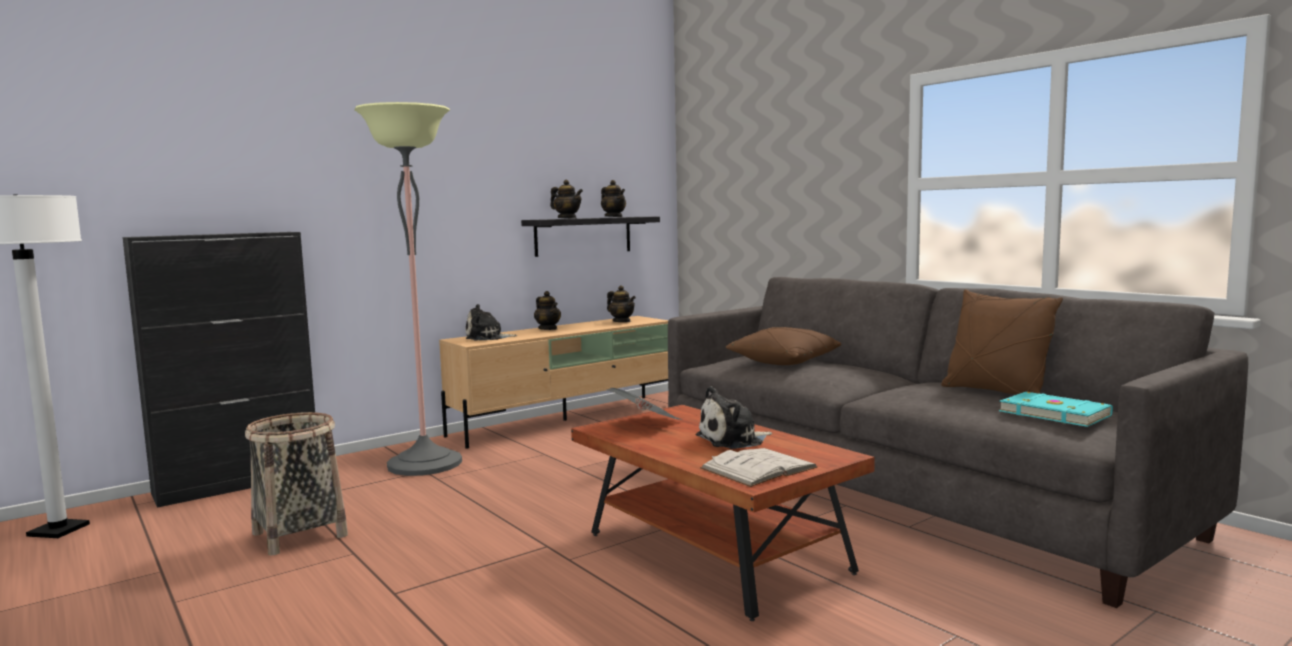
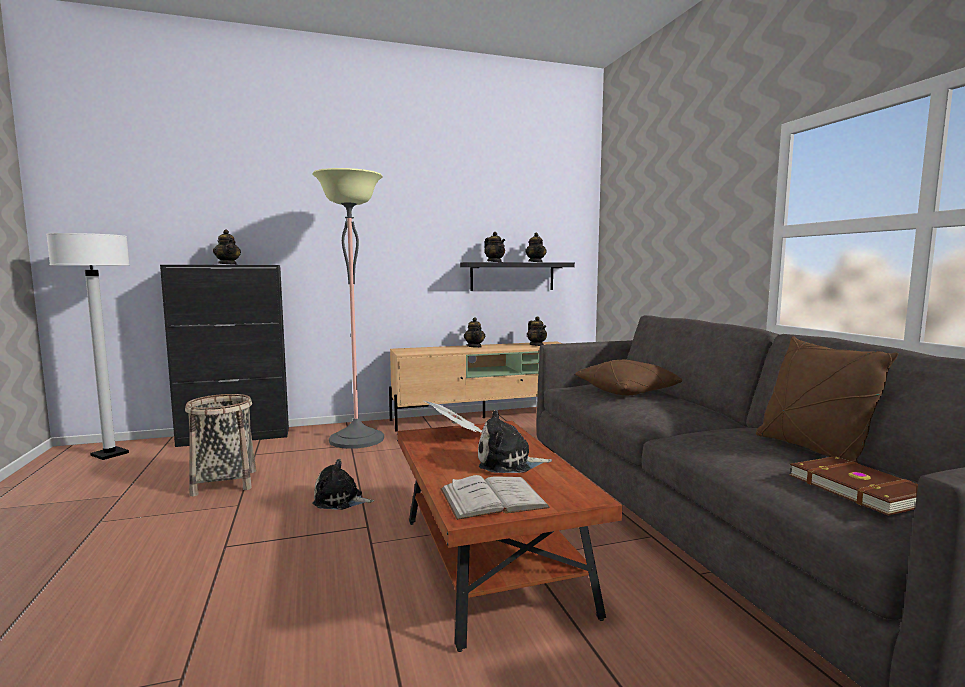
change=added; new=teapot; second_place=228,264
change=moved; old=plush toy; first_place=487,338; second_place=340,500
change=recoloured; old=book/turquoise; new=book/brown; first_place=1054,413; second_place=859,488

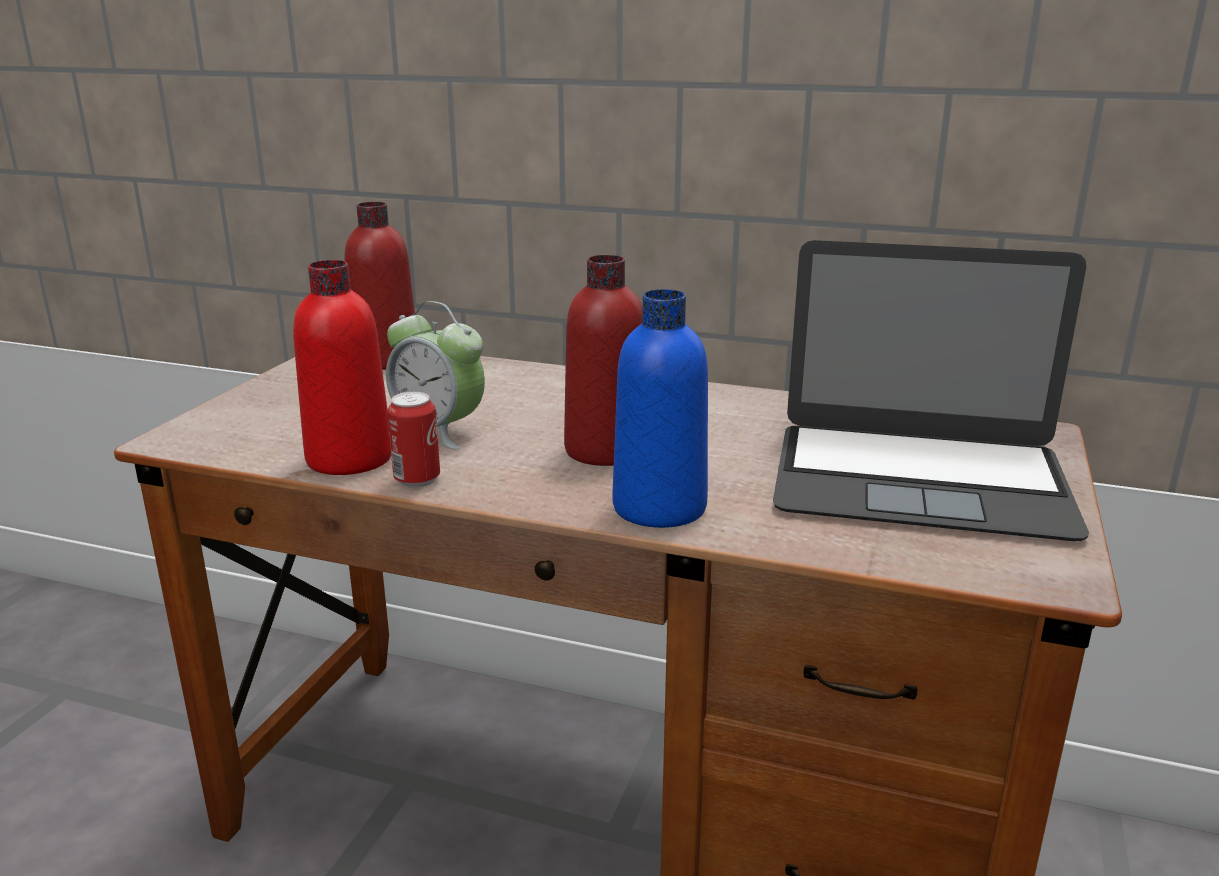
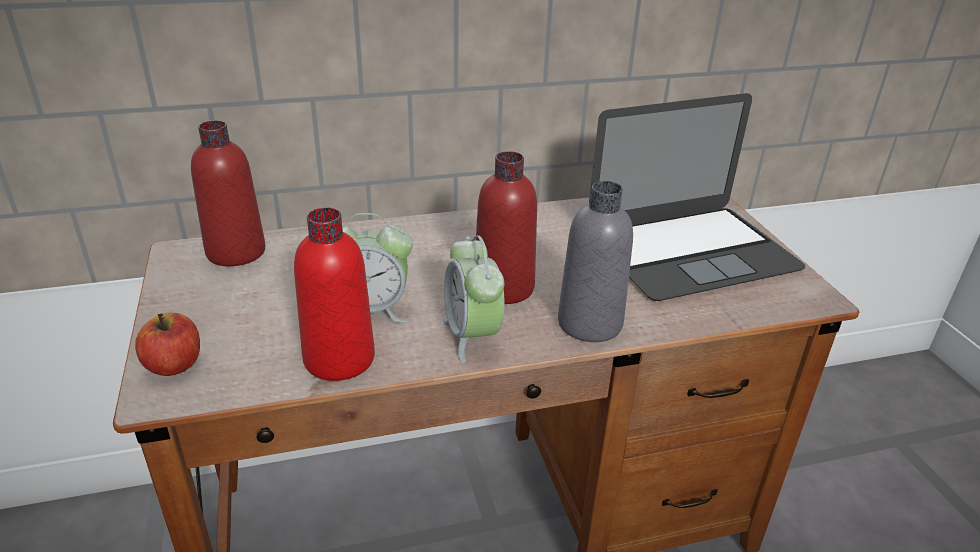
change=removed; old=can; first_place=417,480
change=added; new=apple; second_place=174,365
change=added; new=alarm clock; second_place=472,336
change=recoloured; old=bottle/blue; new=bottle/grey; first_place=659,507; second_place=589,323

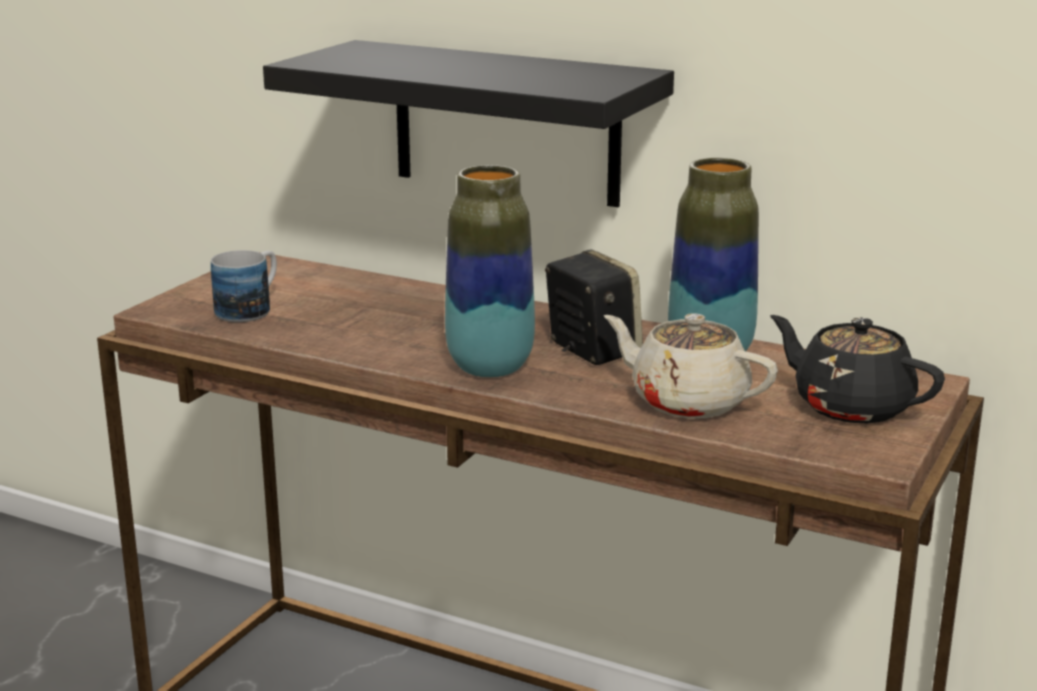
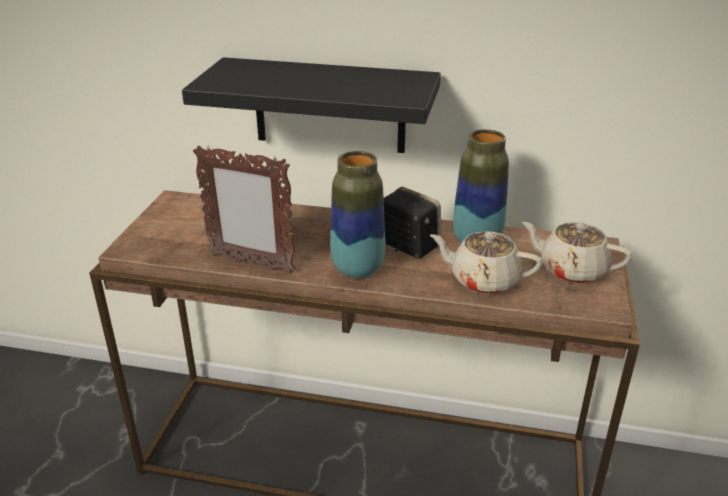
change=removed; old=mug; first_place=251,309
change=added; new=picture frame; second_place=251,263
change=recoloured; old=teapot/black; new=teapot/beige; first_place=850,406; second_place=571,270

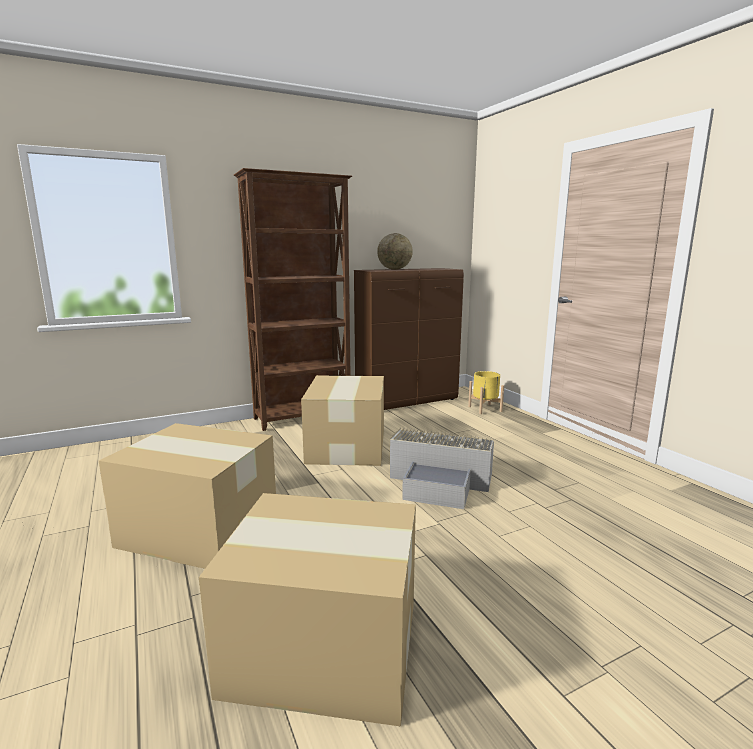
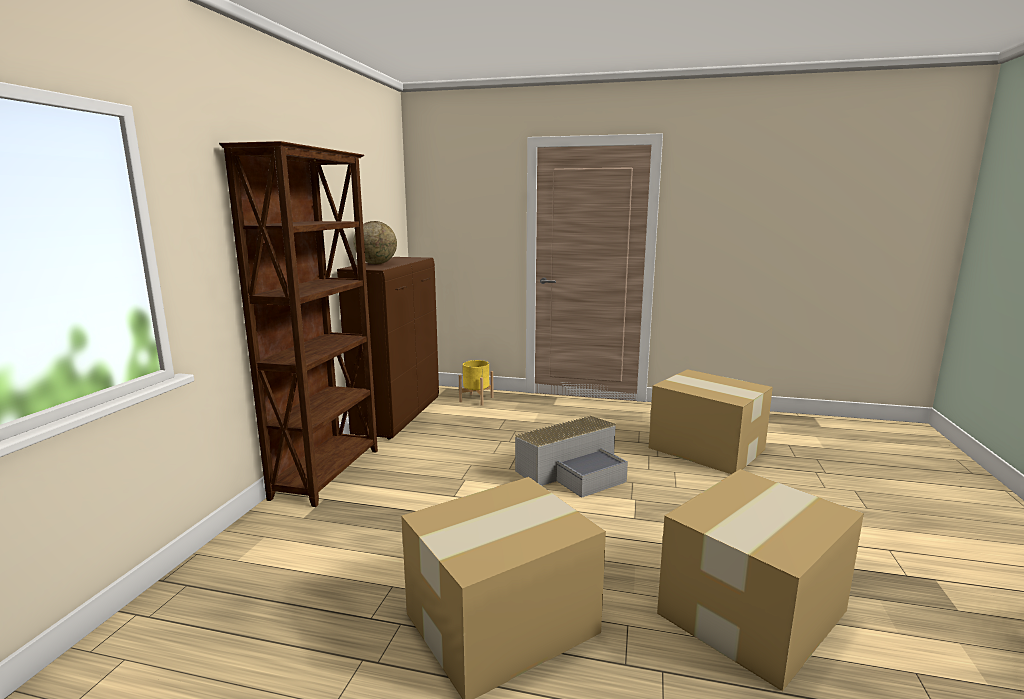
change=moved; old=cardboard box; first_place=347,446; second_place=705,448

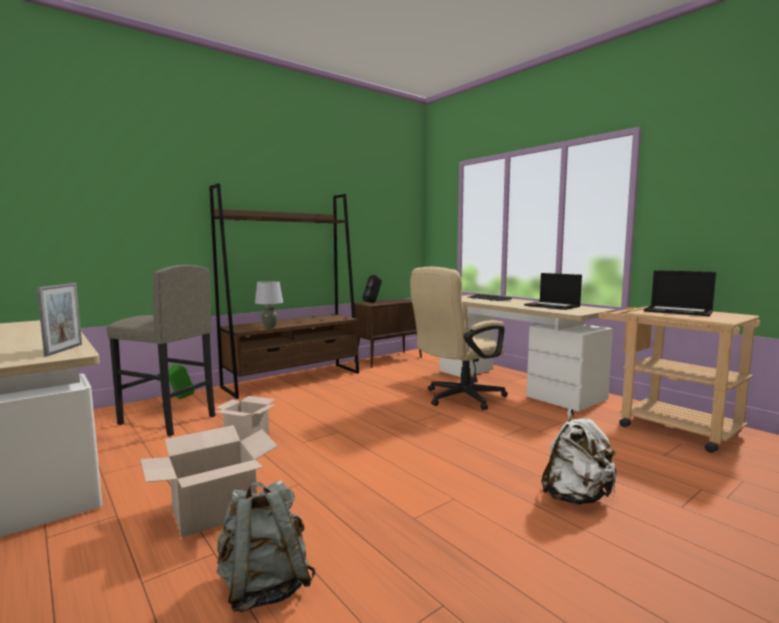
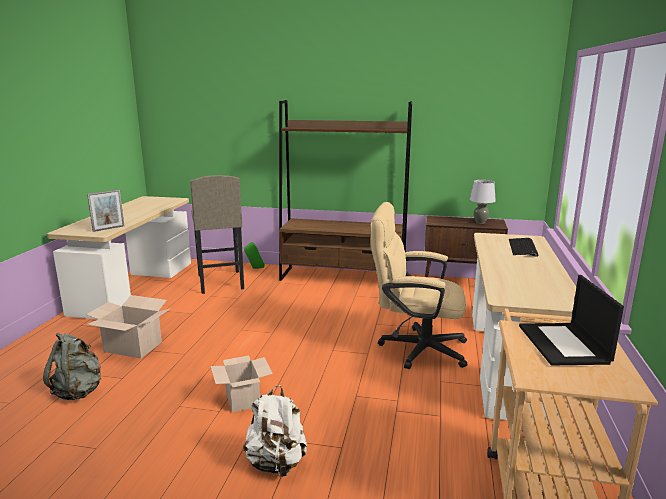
change=removed; old=speaker/black; first_place=373,302
change=removed; old=laptop; first_place=552,306
change=moved; old=cardboard box; first_place=248,437; second_place=243,400
change=moved; old=table lamp/grey; first_place=269,327; second_place=480,222

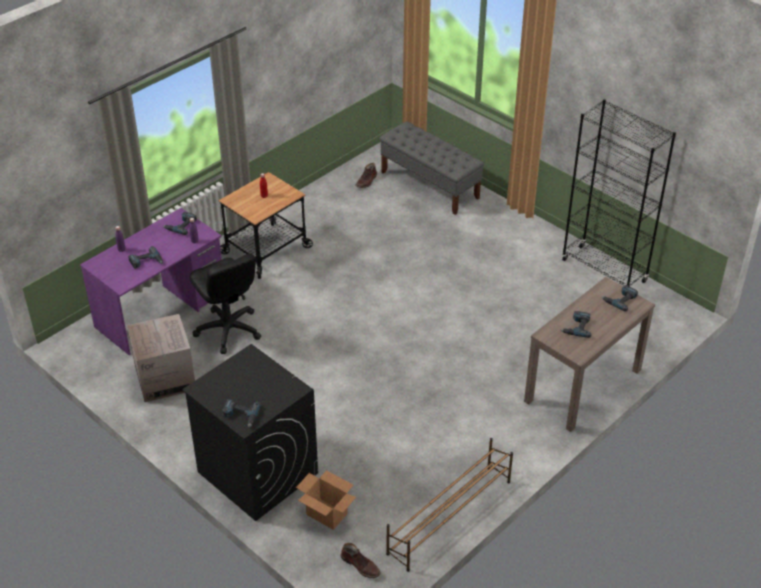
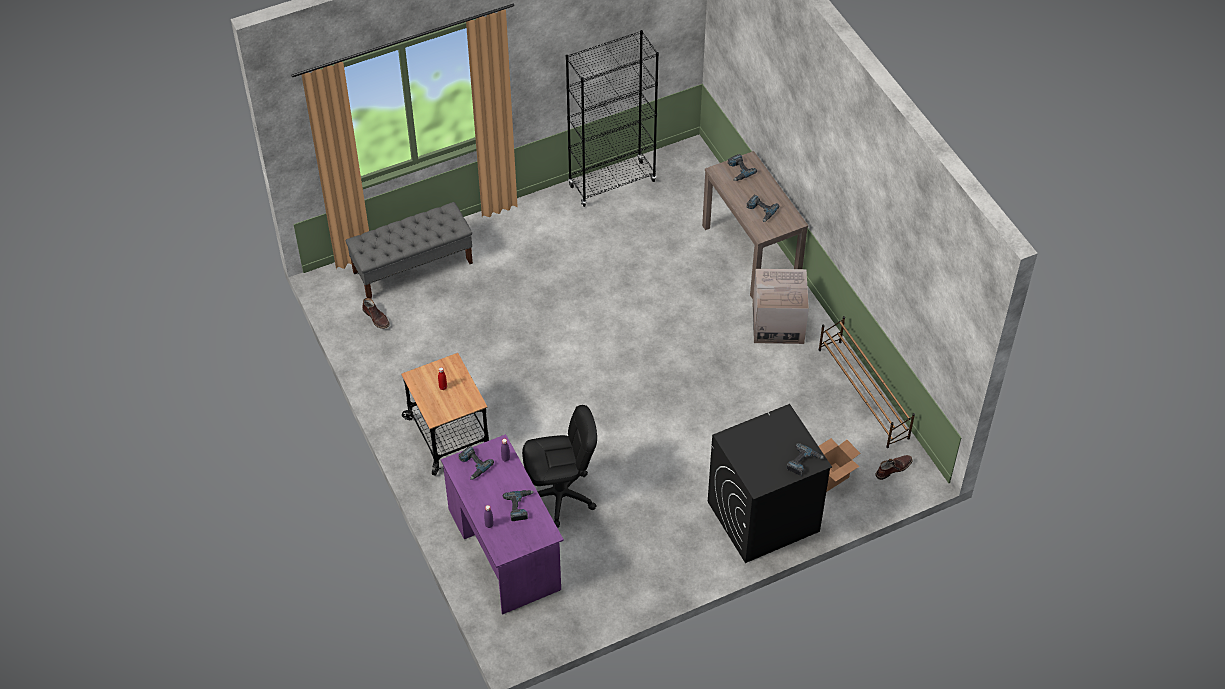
change=moved; old=cardboard box; first_place=165,378; second_place=778,323

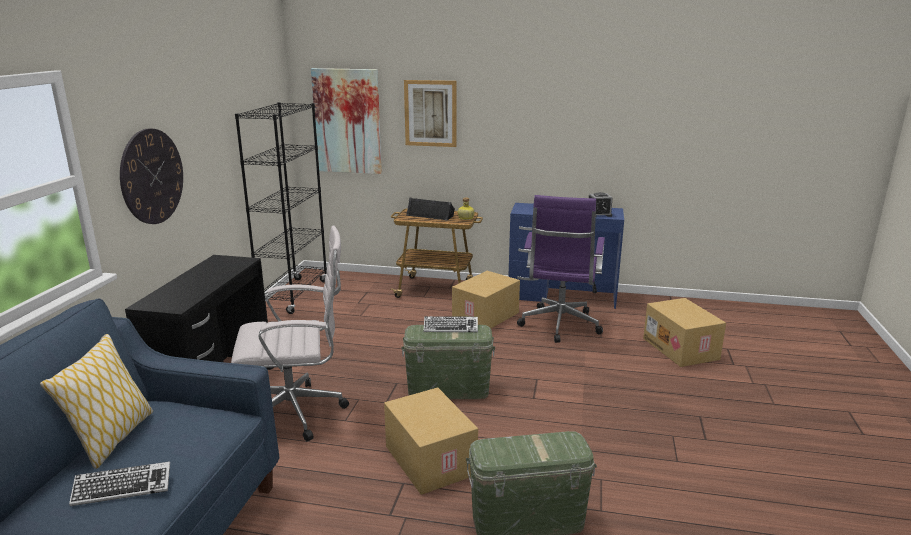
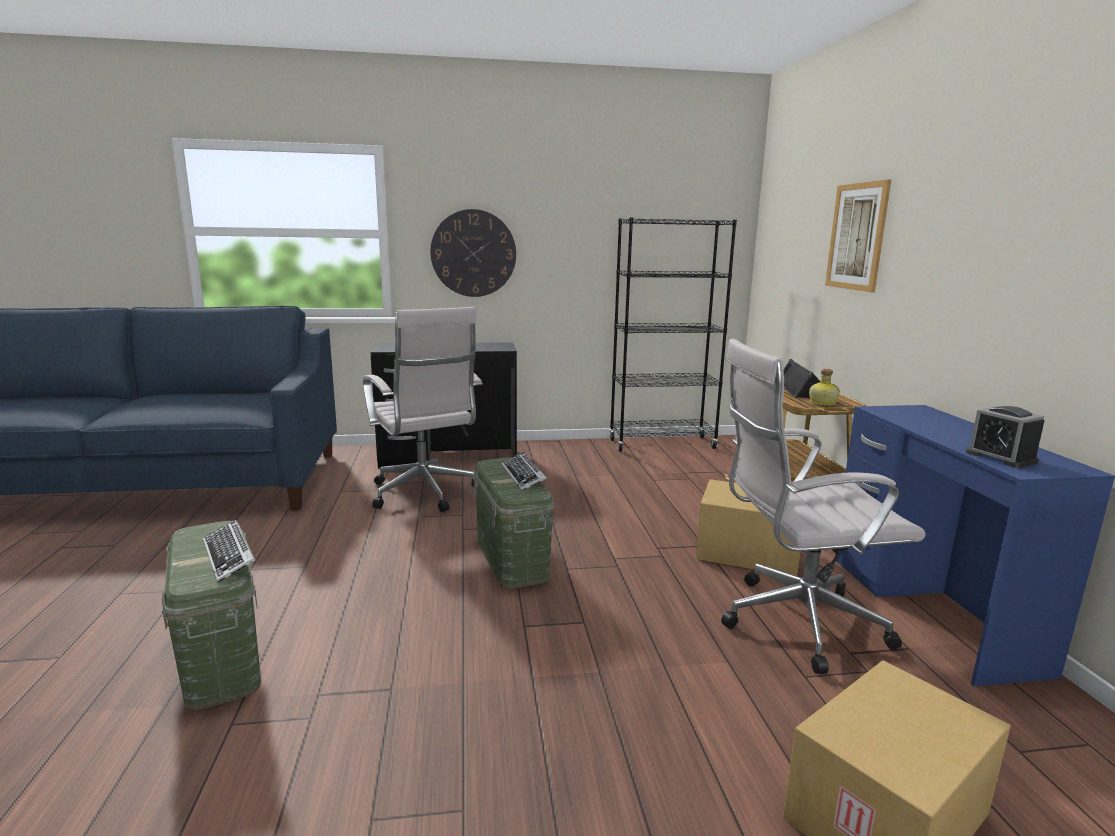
change=removed; old=pillow; first_place=112,439
change=removed; old=picture; first_place=347,121
change=removed; old=cardboard box; first_place=428,460
change=moved; old=keyboard; first_place=122,488; second_place=229,556
change=recoloured; old=office chair/purple; new=office chair/white; first_place=559,326; second_place=794,622

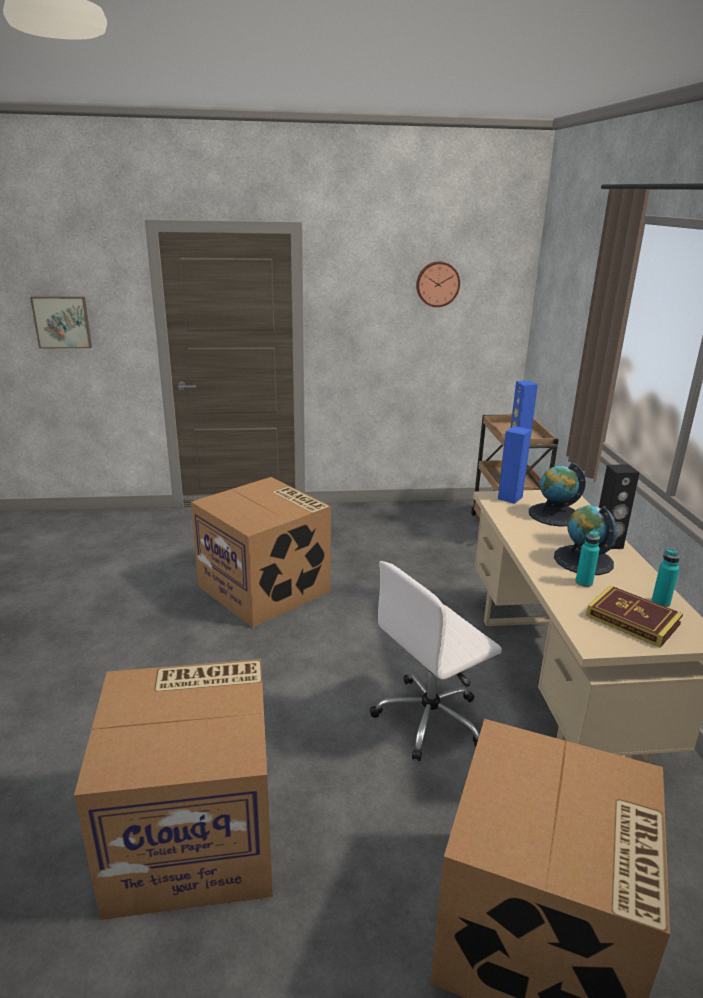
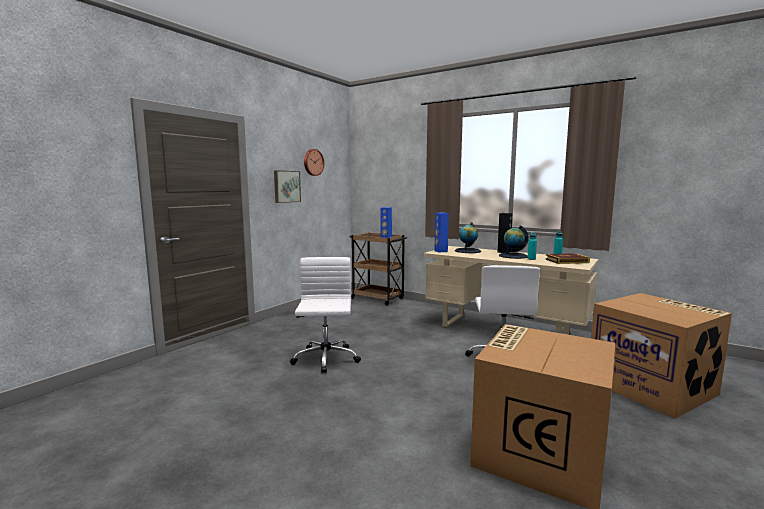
change=moved; old=picture; first_place=62,322; second_place=286,186
change=replaced; old=cardboard box; new=office chair/white; first_place=266,588; second_place=325,359

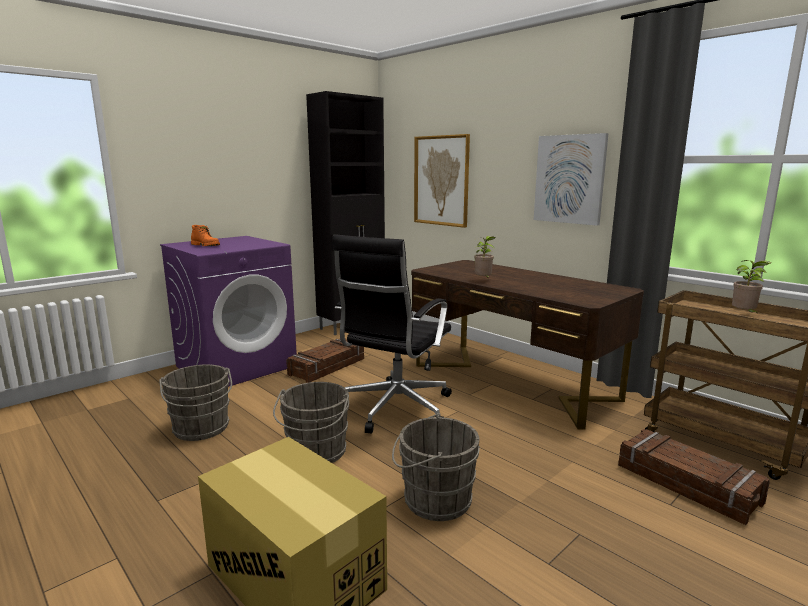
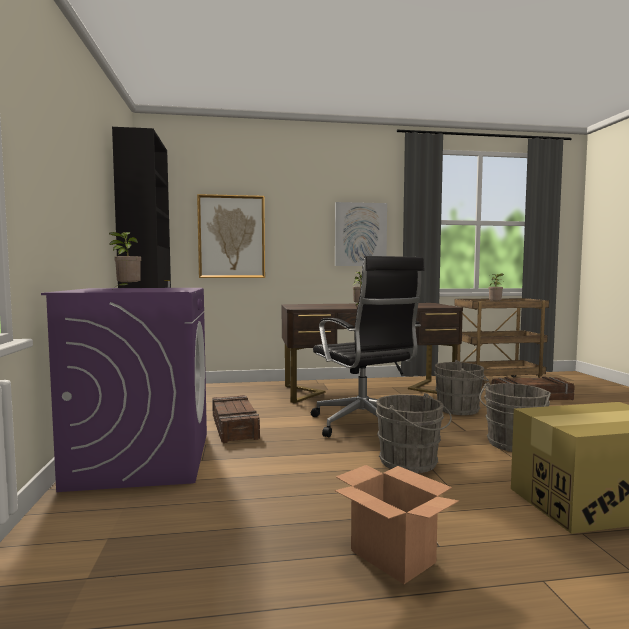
change=added; new=cardboard box; second_place=391,556
change=moved; old=bucket/grey; first_place=201,429; second_place=461,409
change=replaced; old=boot/orange; new=potted plant; first_place=206,246; second_place=127,290

